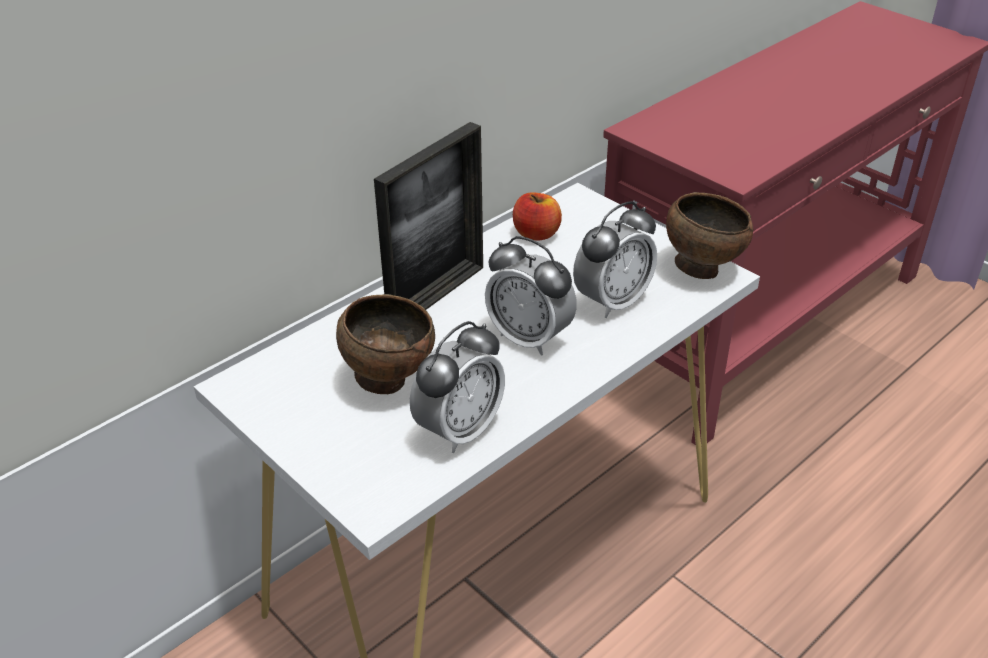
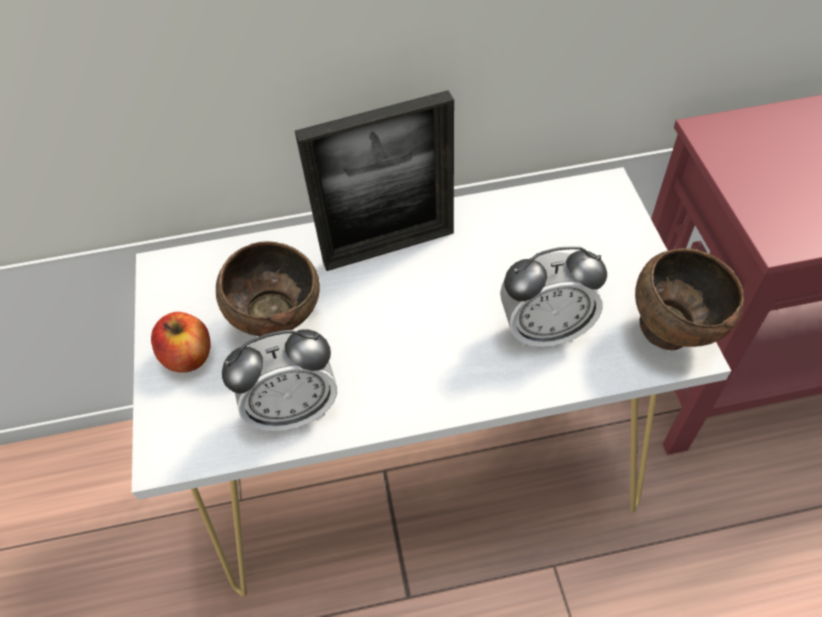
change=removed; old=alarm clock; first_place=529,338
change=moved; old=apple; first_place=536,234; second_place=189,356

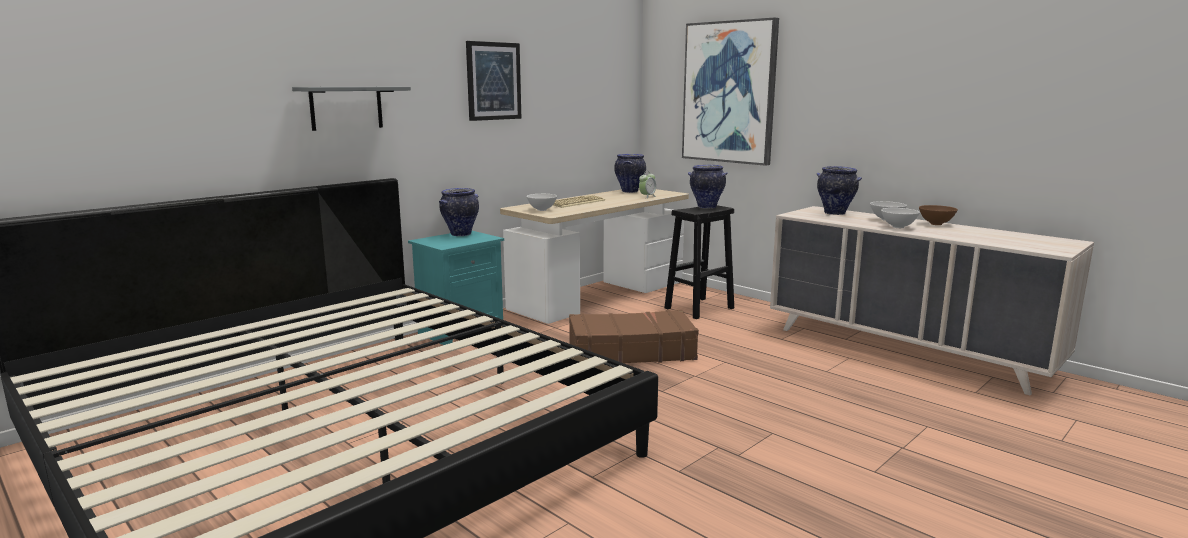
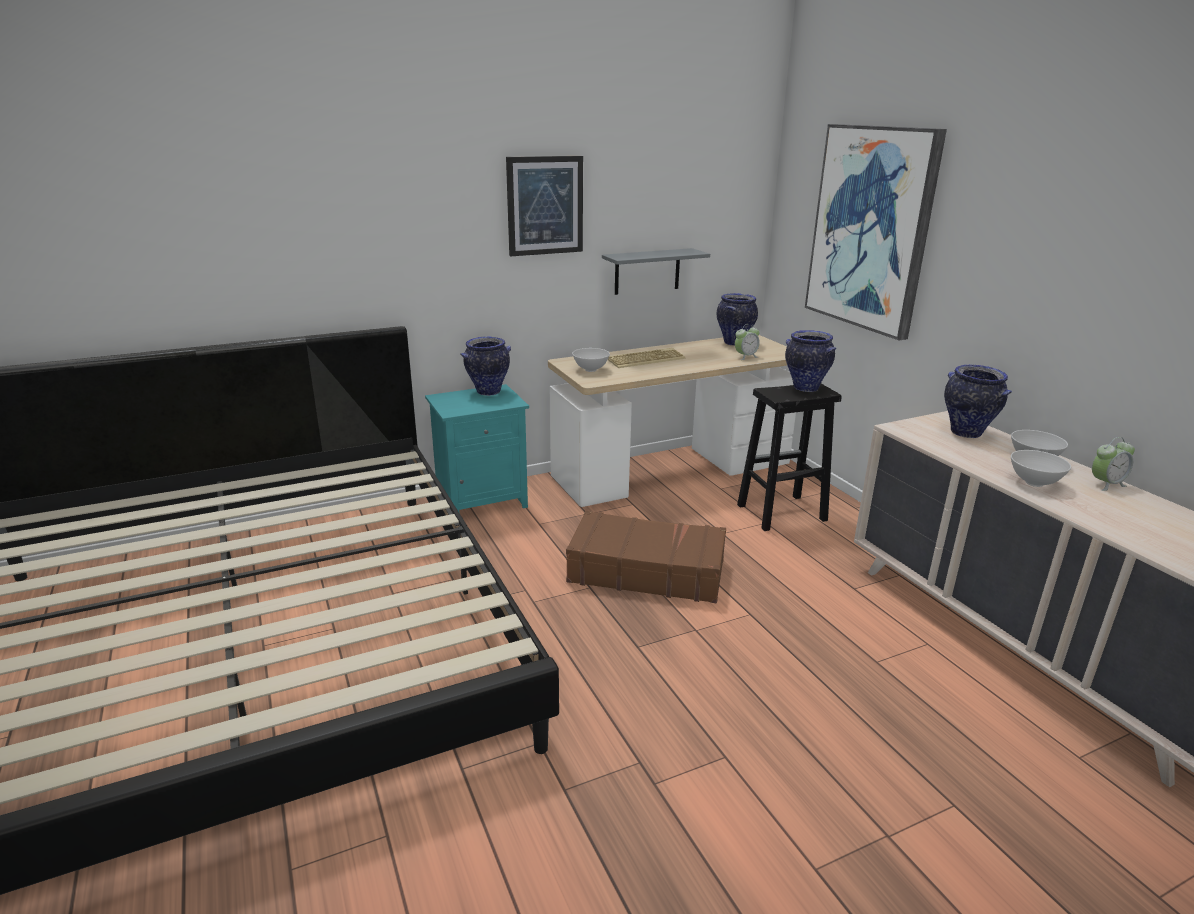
change=moved; old=shelf/grey; first_place=346,108; second_place=647,271
change=replaced; old=bowl/brown; new=alarm clock; first_place=936,224; second_place=1106,484

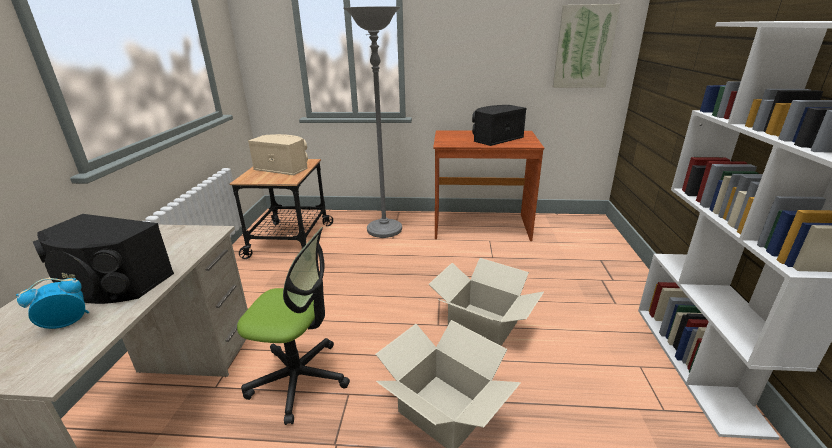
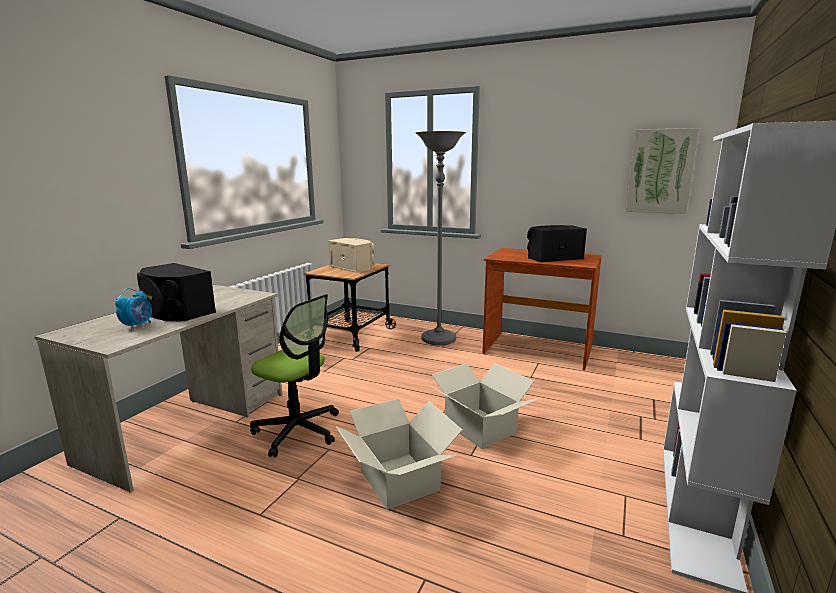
change=turned; old=alarm clock; first_place=66,323; second_place=137,326; degrees=120

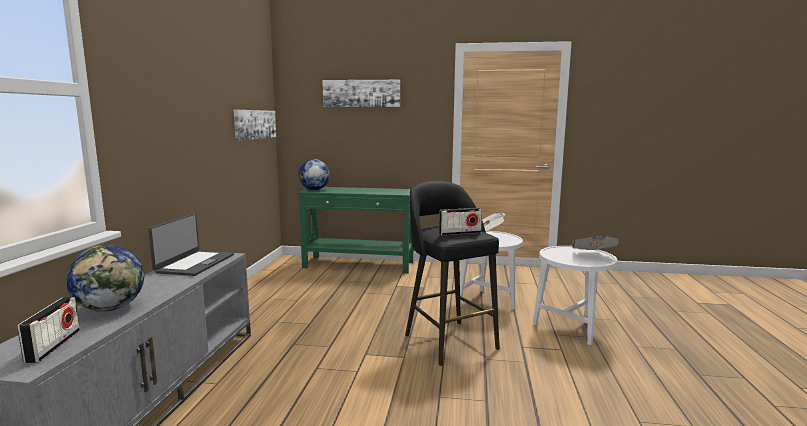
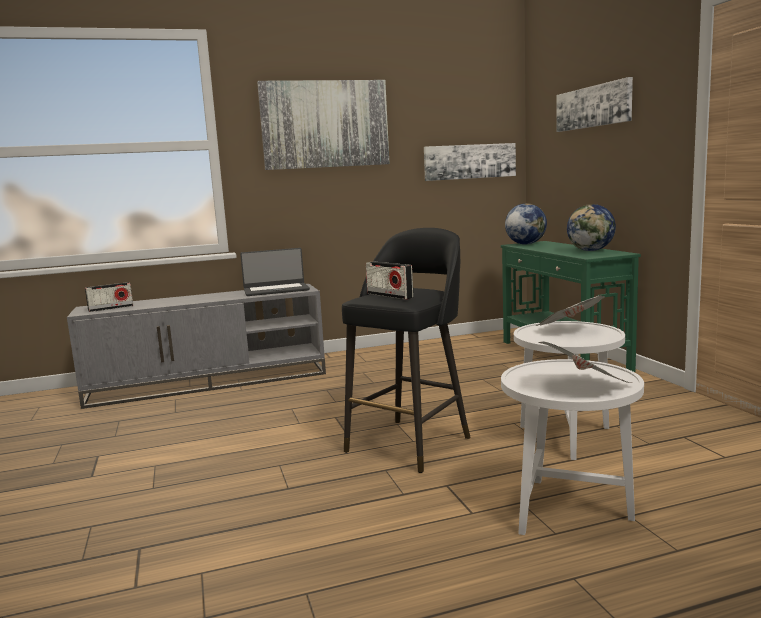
change=added; new=picture; second_place=325,124
change=moved; old=globe; first_place=111,308; second_place=591,250

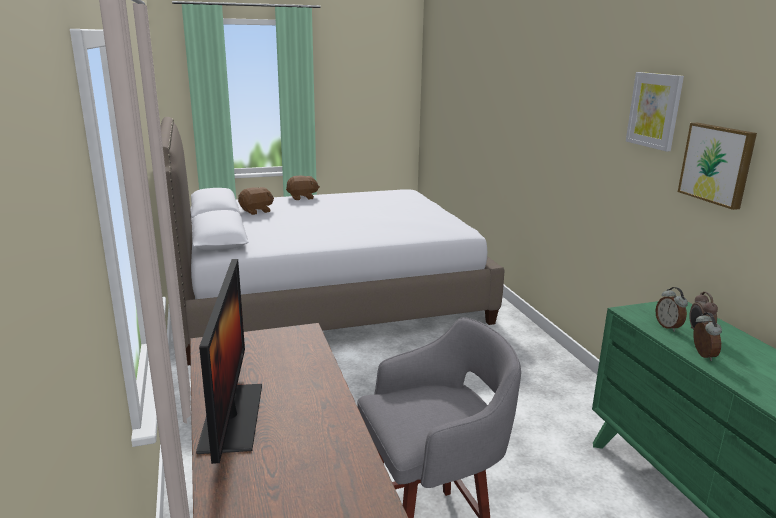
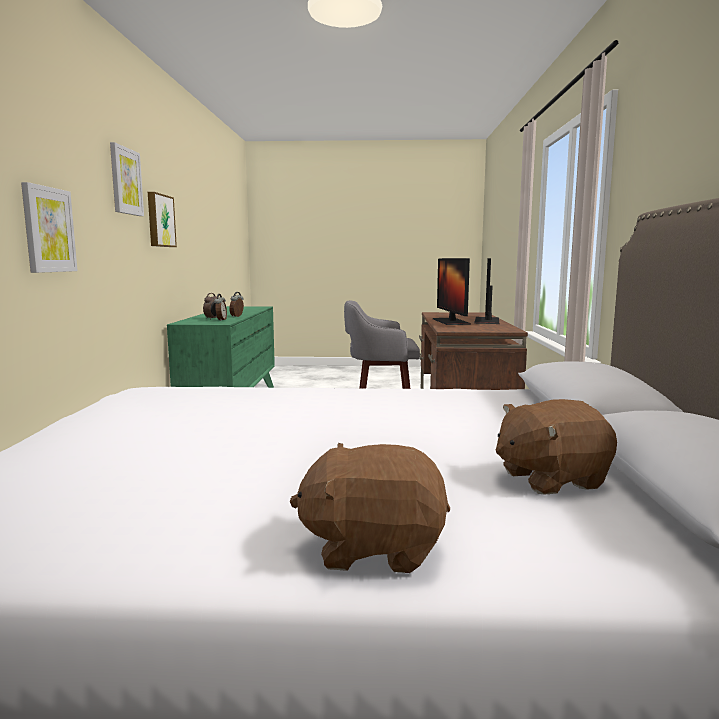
change=added; new=picture; second_place=48,230
change=added; new=monitor; second_place=450,321

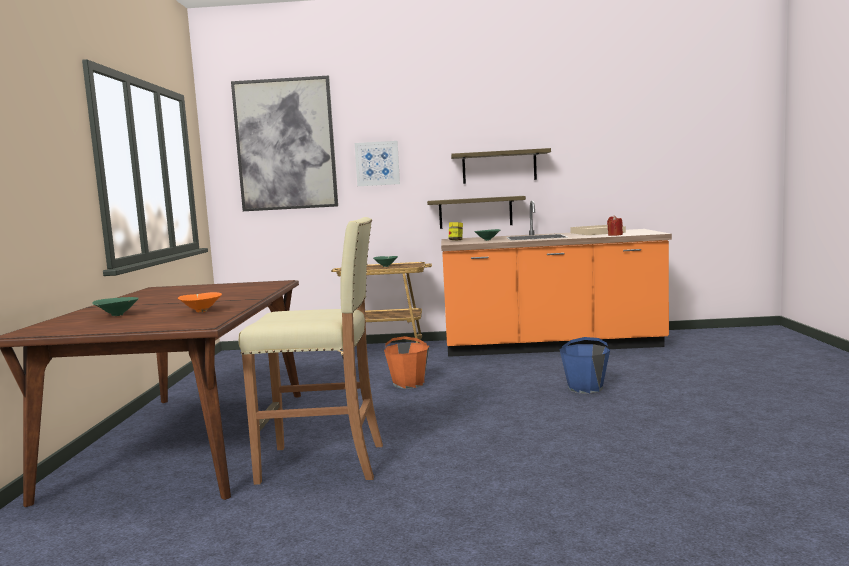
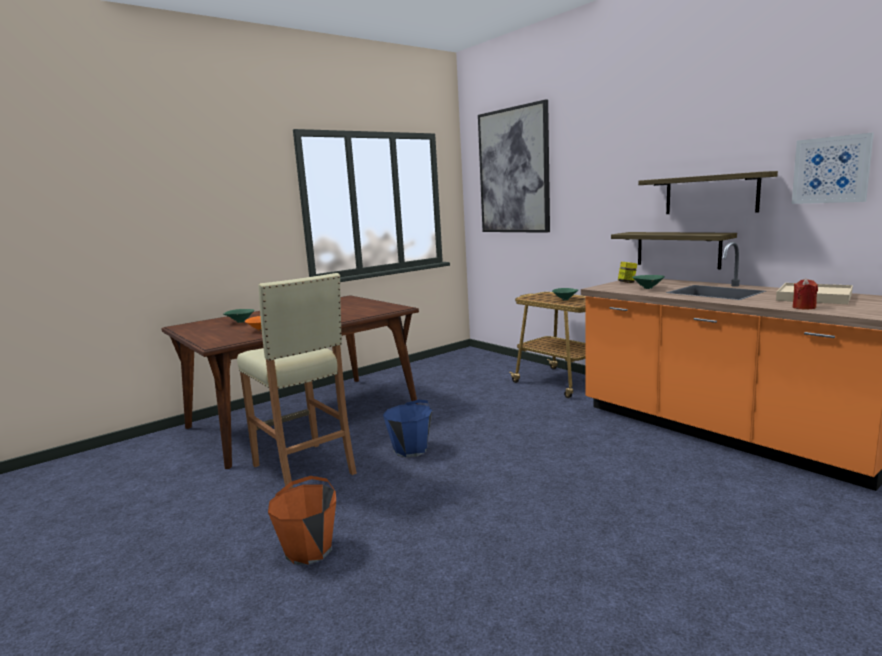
change=moved; old=picture; first_place=377,163; second_place=831,170
change=moved; old=bucket/orange; first_place=408,384; second_place=309,550
change=moved; old=bucket/blue; first_place=585,388; second_place=410,449

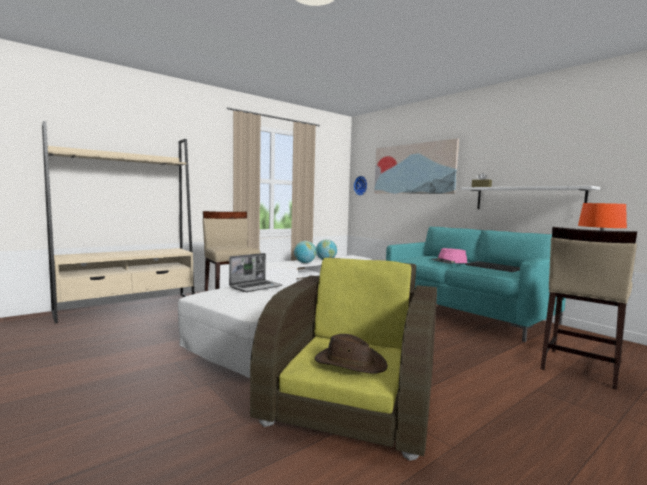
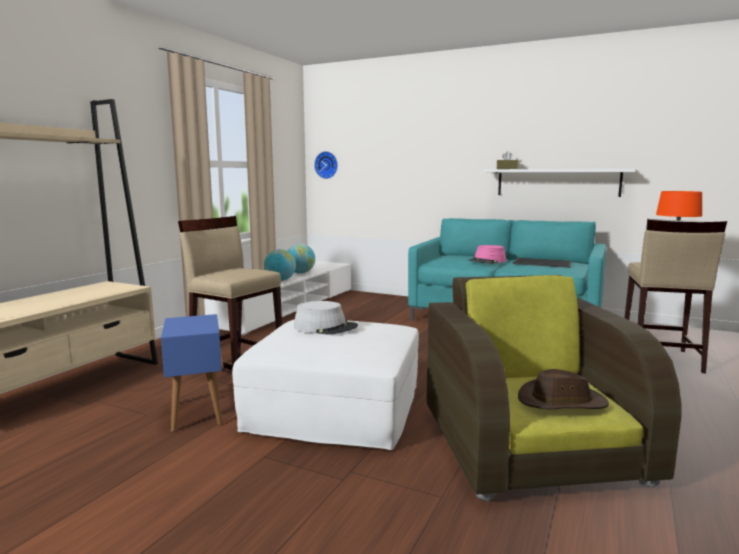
change=removed; old=picture; first_place=412,169
change=added; new=side table/blue; second_place=197,413
change=replaced; old=laptop; new=hat/grey; first_place=256,287; second_place=325,327

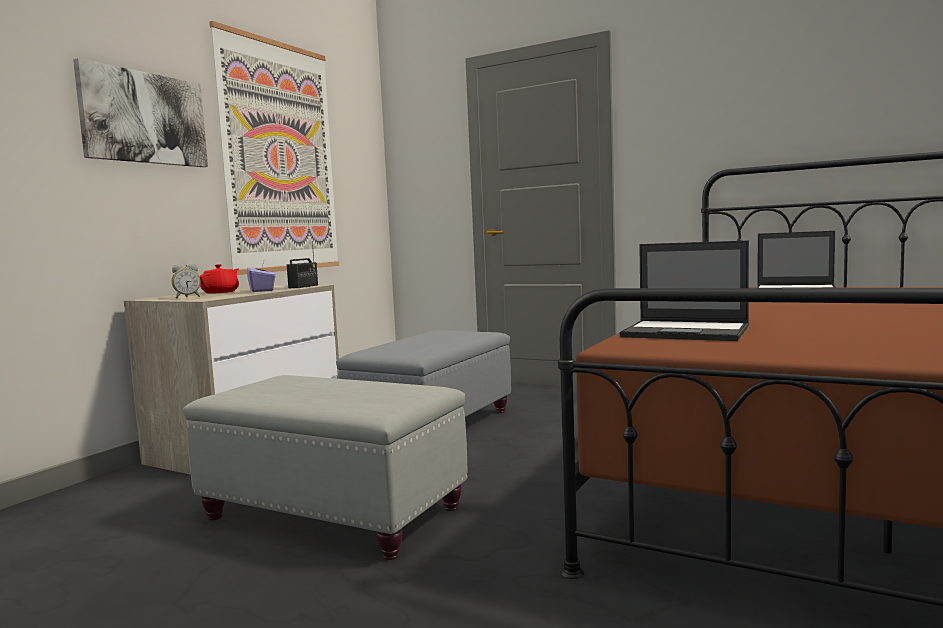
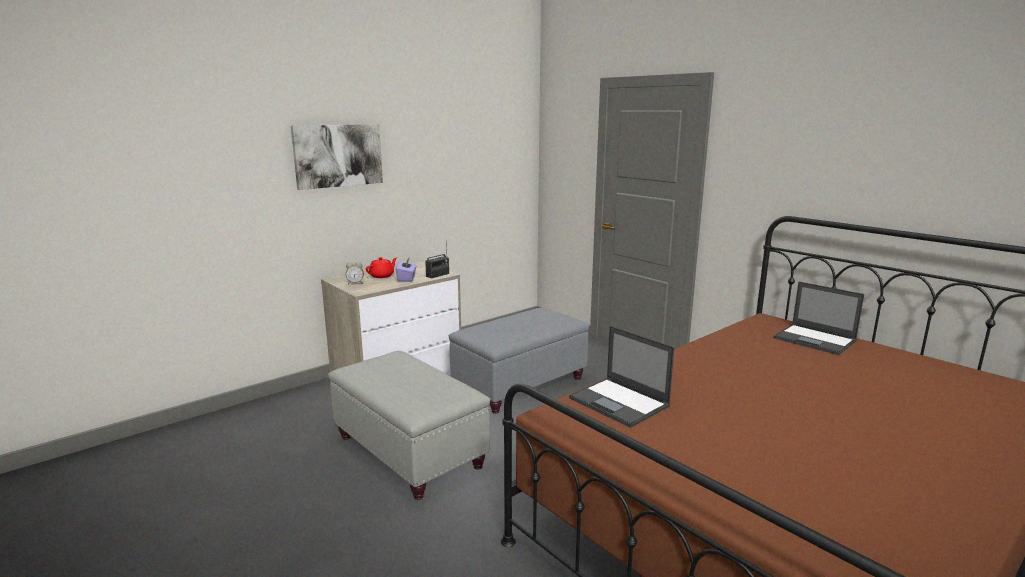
change=removed; old=picture; first_place=280,157

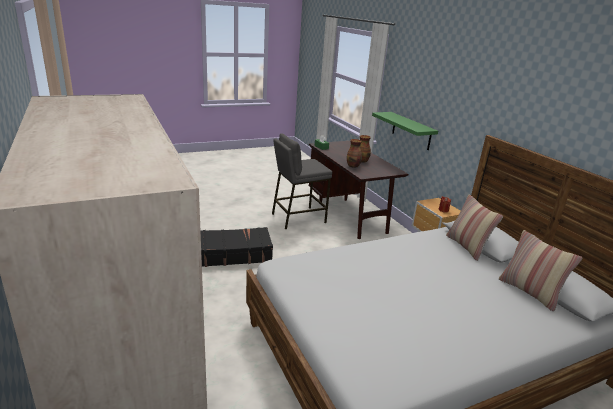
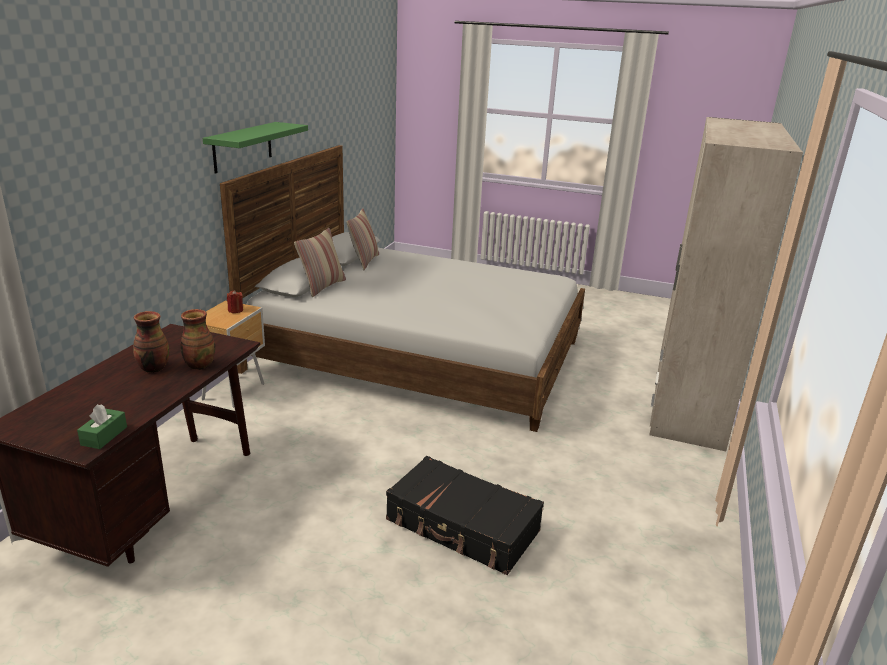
change=removed; old=stool/grey; first_place=298,218
change=moved; old=shelf/green; first_place=411,131; second_place=243,147

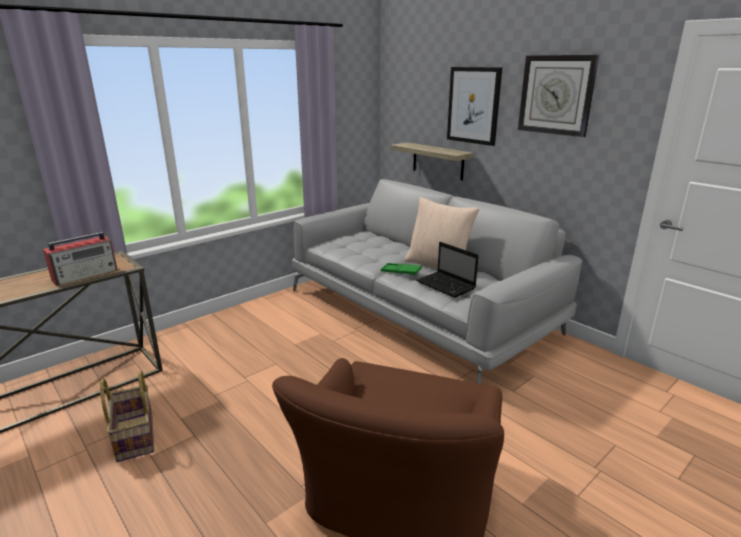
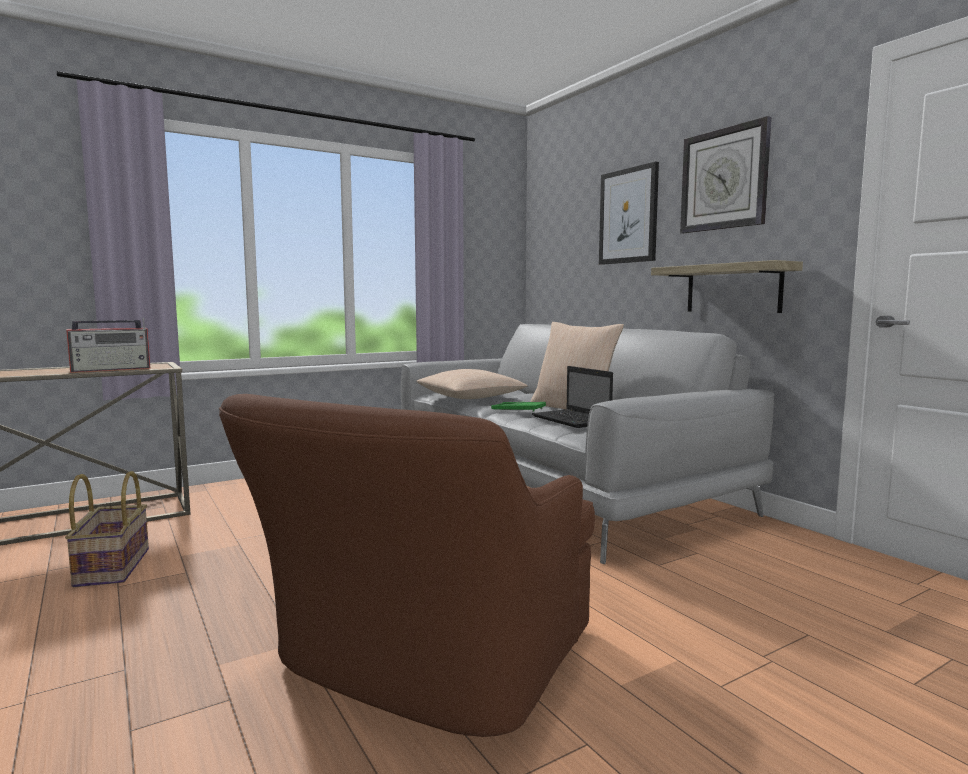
change=added; new=pillow/beige; second_place=471,397
change=moved; old=shelf; first_place=438,161; second_place=733,289

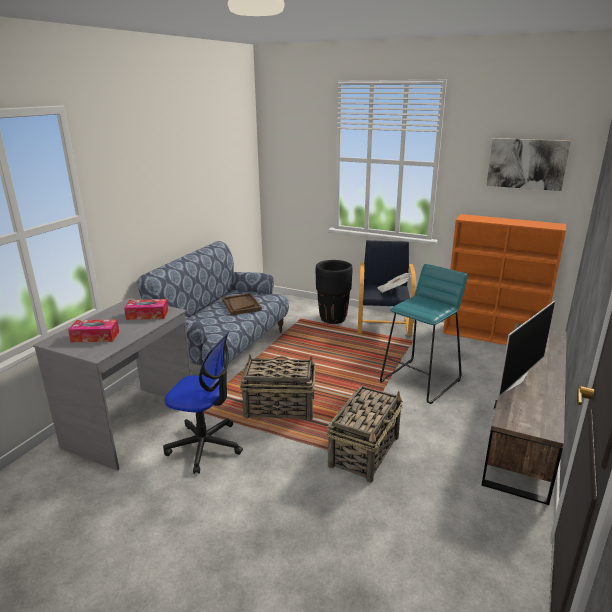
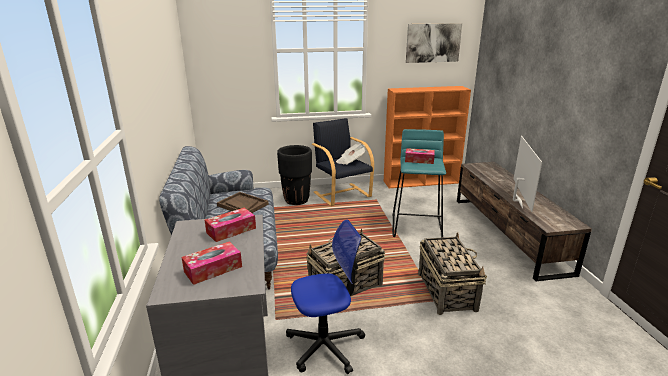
change=added; new=tissue box; second_place=419,160

